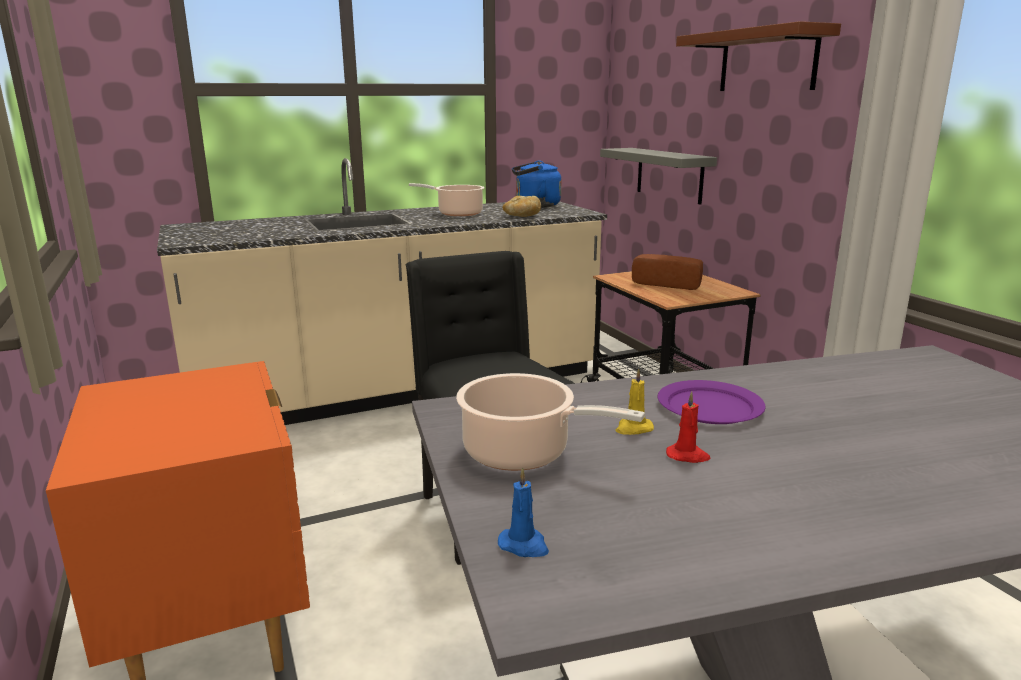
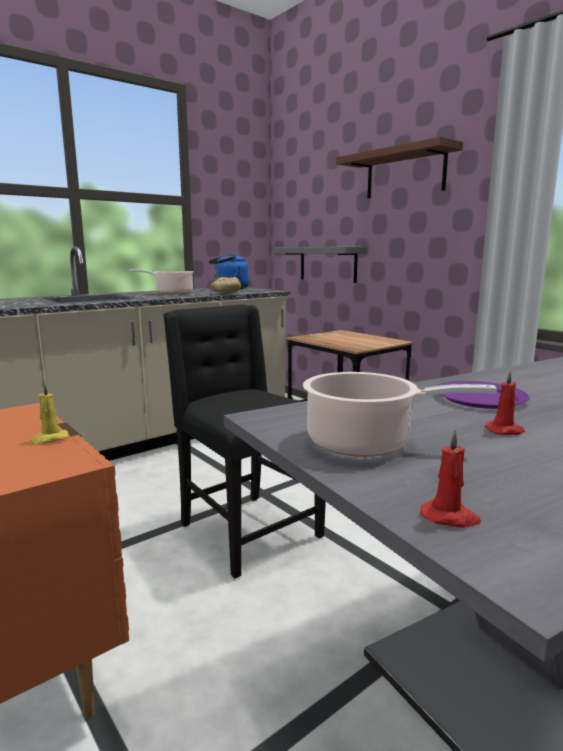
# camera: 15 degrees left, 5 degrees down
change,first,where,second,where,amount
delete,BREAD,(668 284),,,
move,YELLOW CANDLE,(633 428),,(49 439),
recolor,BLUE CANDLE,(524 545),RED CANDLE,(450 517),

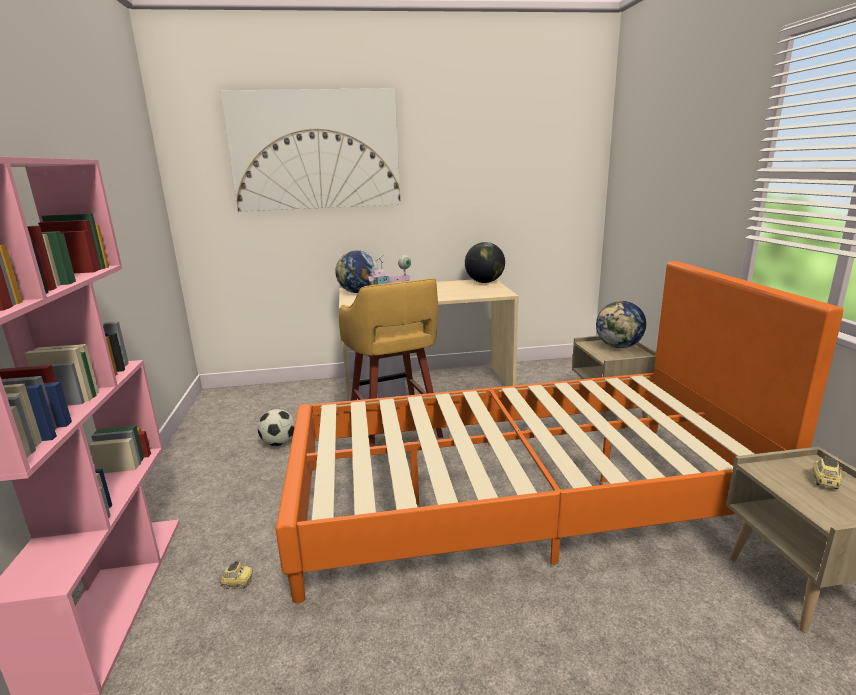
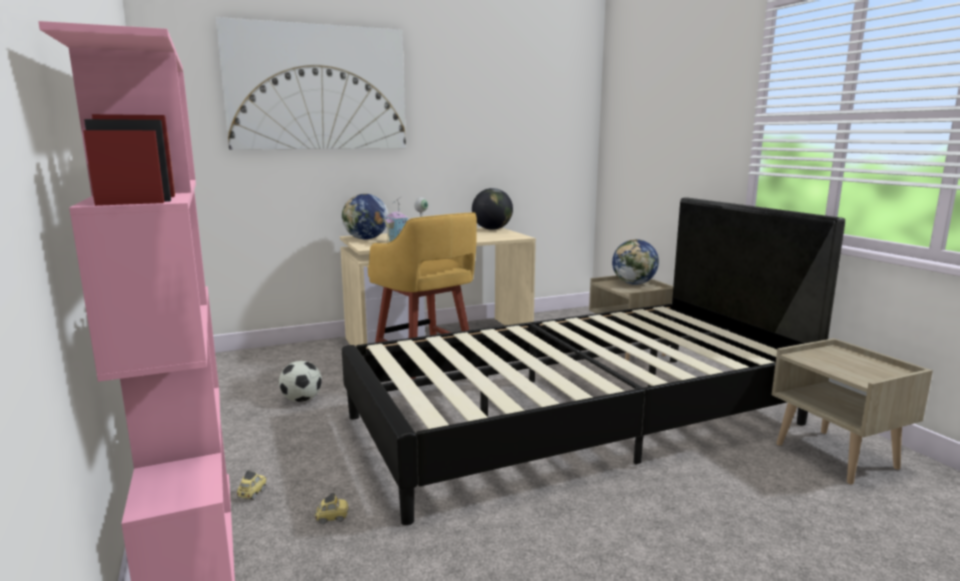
# camera: 15 degrees left, 5 degrees down
change,first,where,second,where,amount
recolor,ORANGE BED,(517 497),BLACK BED,(577 420),
move,TOY CAR,(825 482),,(252 493),

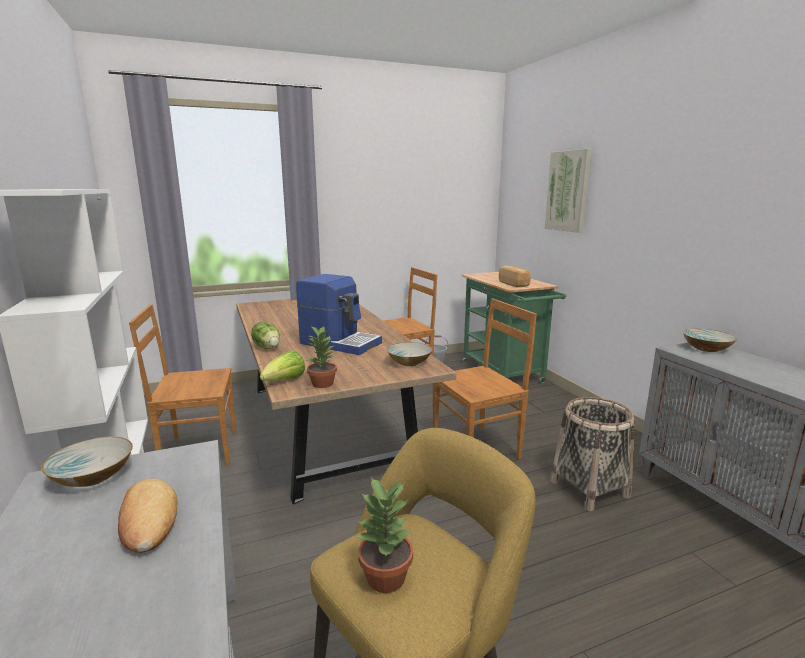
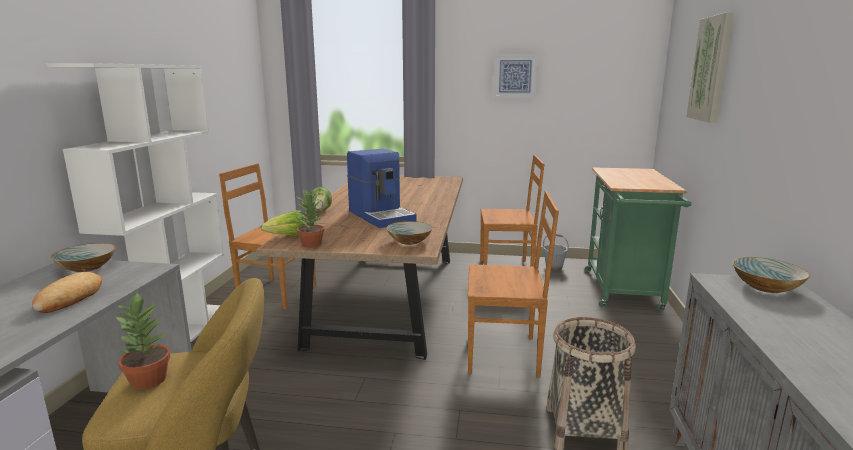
# camera: 30 degrees right, 0 degrees up
change,first,where,second,where,amount
delete,BREAD,(514 284),,,
insert,,,PICTURE,(515 76),

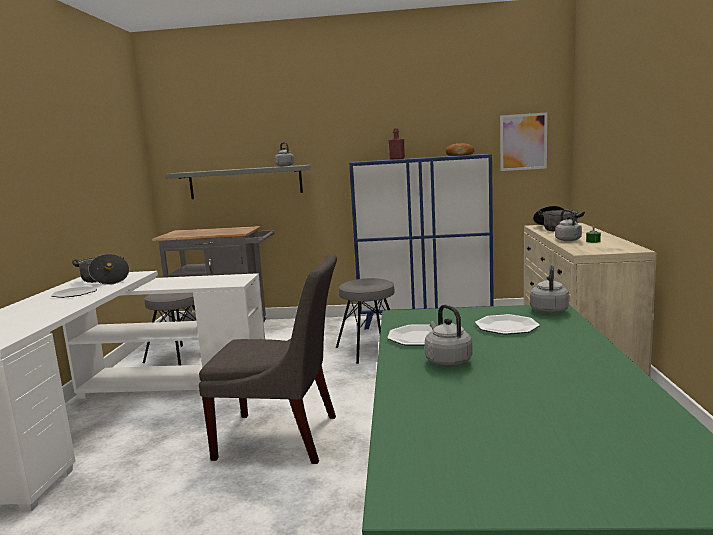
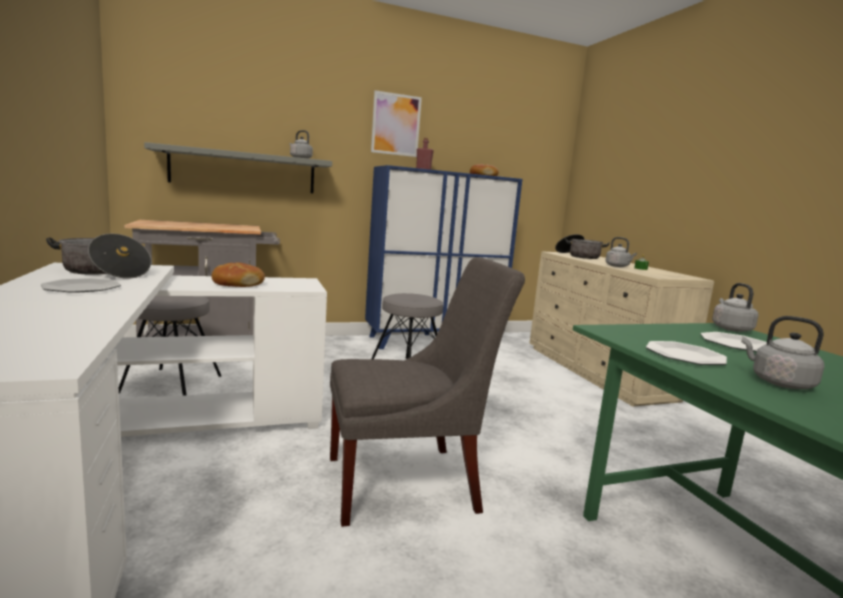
# camera: 25 degrees left, 0 degrees up
change,first,where,second,where,amount
move,PICTURE,(523 142),,(396 124),
insert,,,BREAD,(237 284),

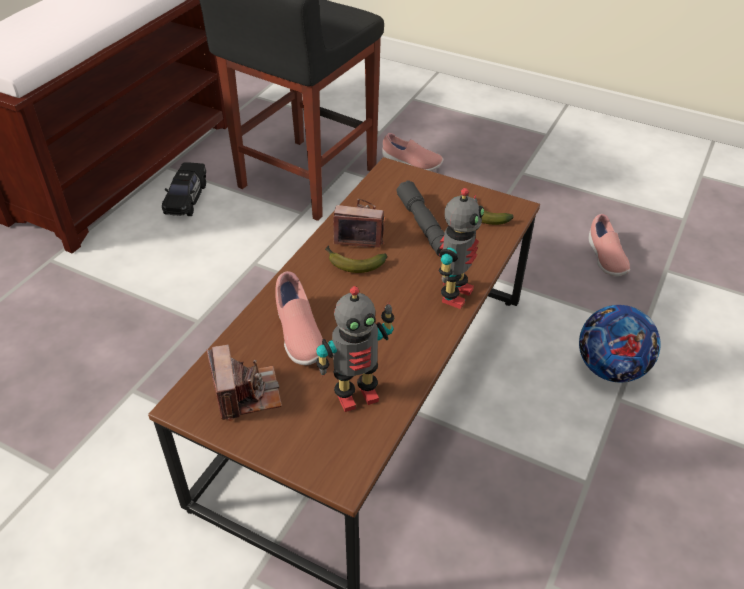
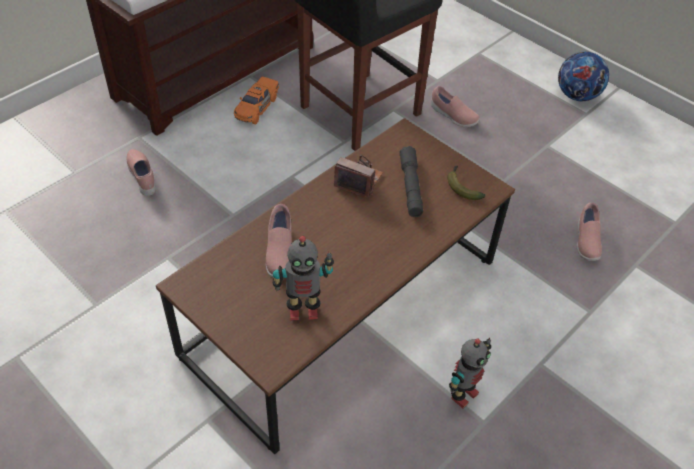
# camera: 15 degrees right, 5 degrees up
change,first,where,second,where,amount
recolor,BLACK TOY CAR,(186 198),ORANGE TOY CAR,(257 107),
move,TOY ROBOT,(454 294),,(462 394),
delete,BANANA,(352 263),,,
move,FOOTBALL,(610 368),,(577 96),
delete,PHOTO CAMERA,(246 393),,,
insert,,,PINK SHOE,(143 177),

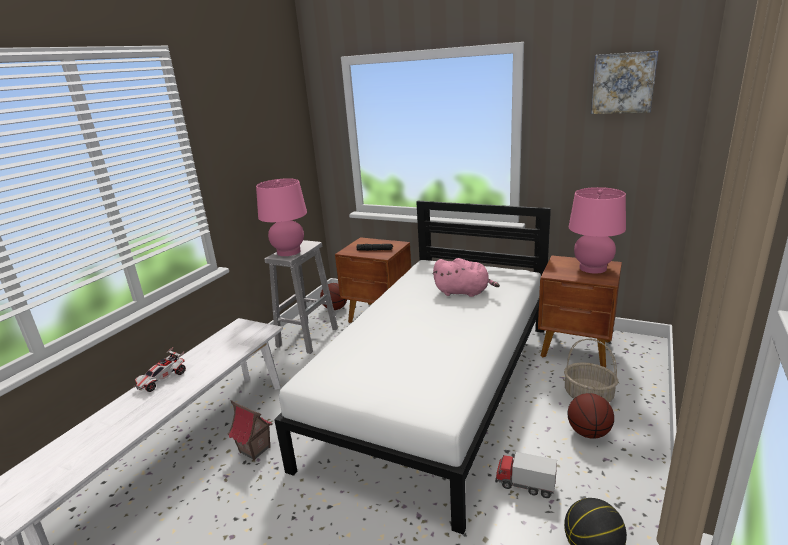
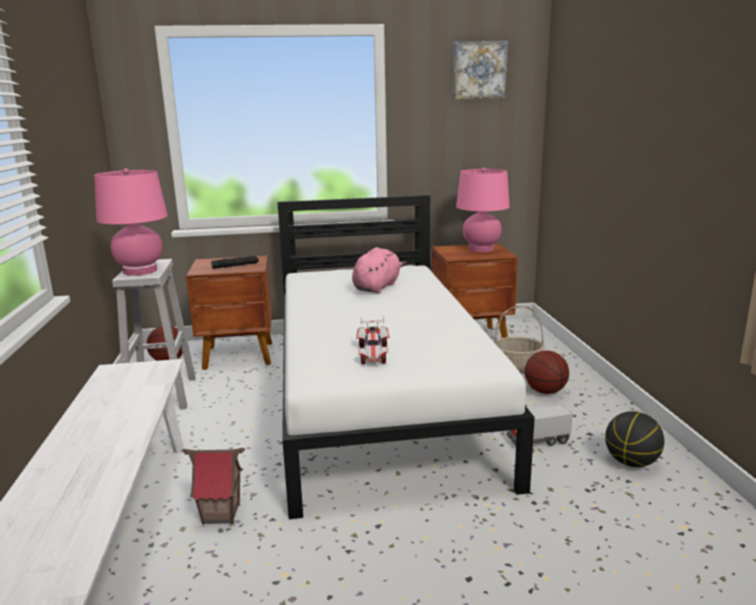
# camera: 35 degrees left, 5 degrees down
change,first,where,second,where,amount
rotate,PINK PLUSH TOY,(464 292),,(377 287),45 degrees counterclockwise
move,TOY CAR,(162 379),,(373 354),

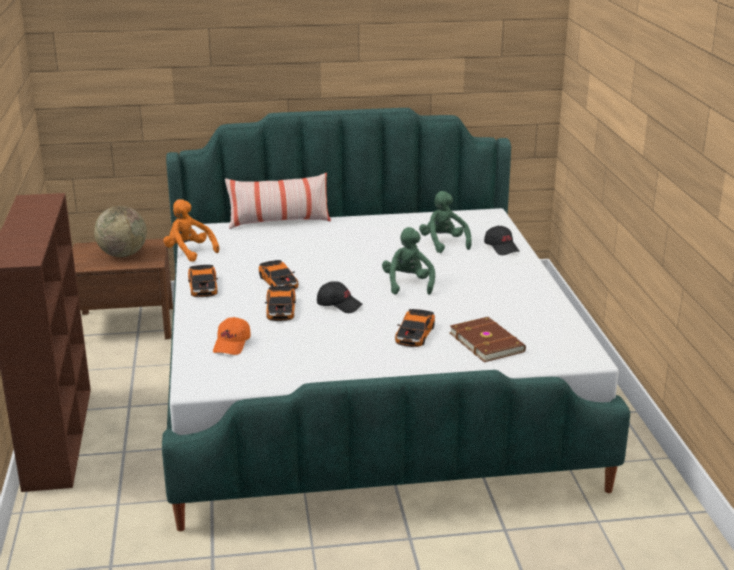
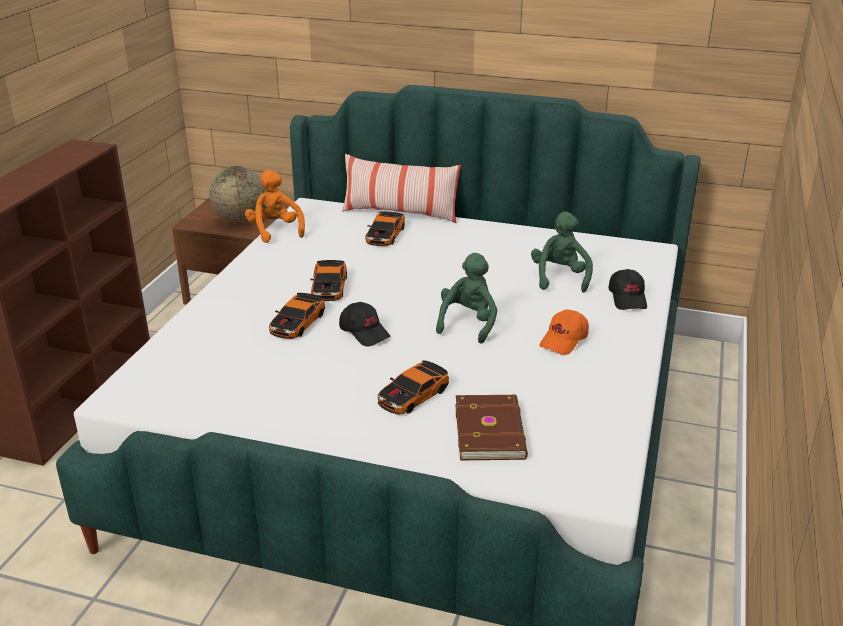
# camera: 25 degrees right, 5 degrees up
change,first,where,second,where,amount
move,TOY CAR,(204 287),,(385 235),
move,ORANGE CAP,(232 344),,(564 341),

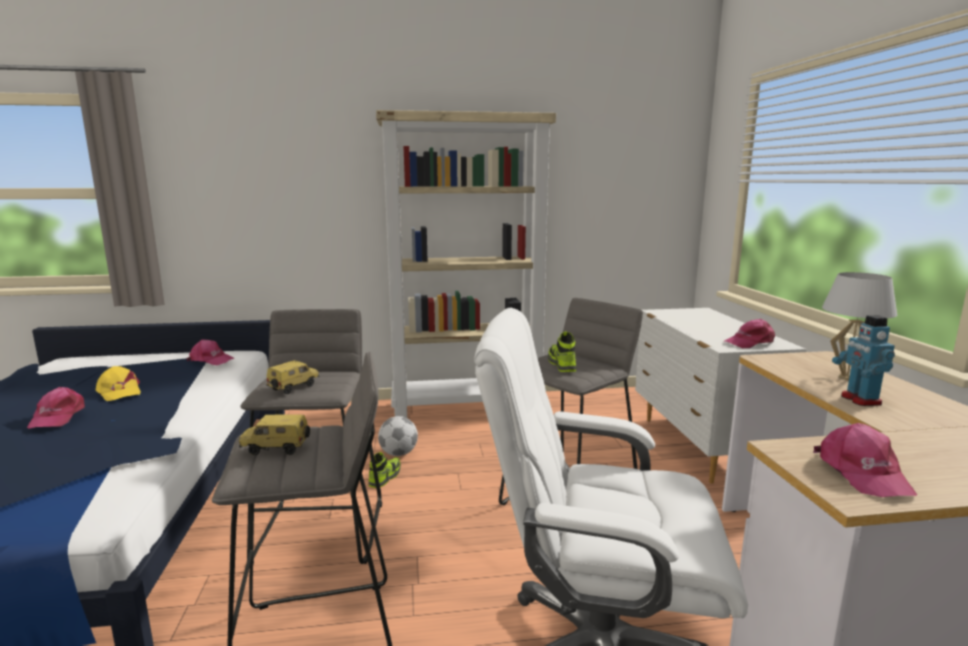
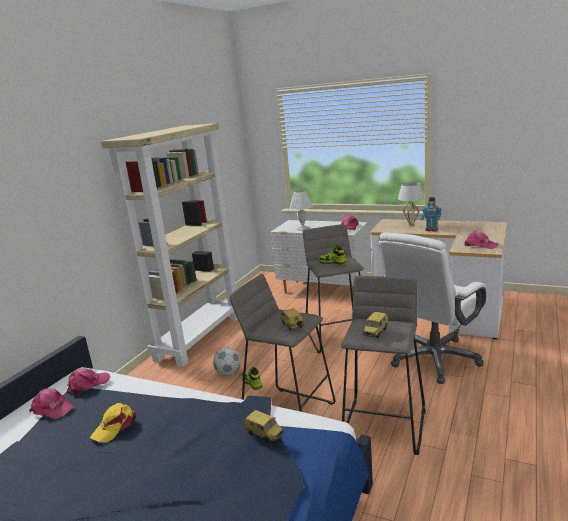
# camera: 55 degrees left, 5 degrees up
change,first,where,second,where,amount
rotate,YELLOW CAP,(119 392),,(115 426),135 degrees clockwise
move,PINK CAP,(58 417),,(52 409),
insert,,,WHITE TABLE LAMP,(303 229),
insert,,,TOY CAR,(265 434),

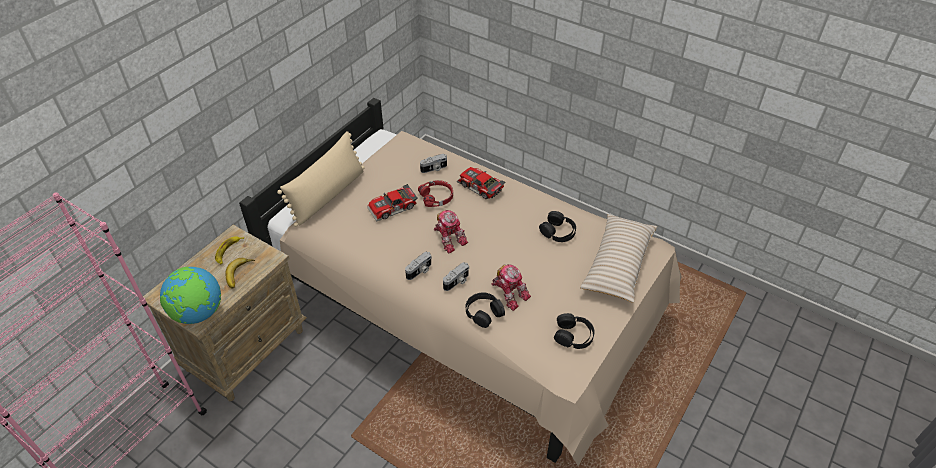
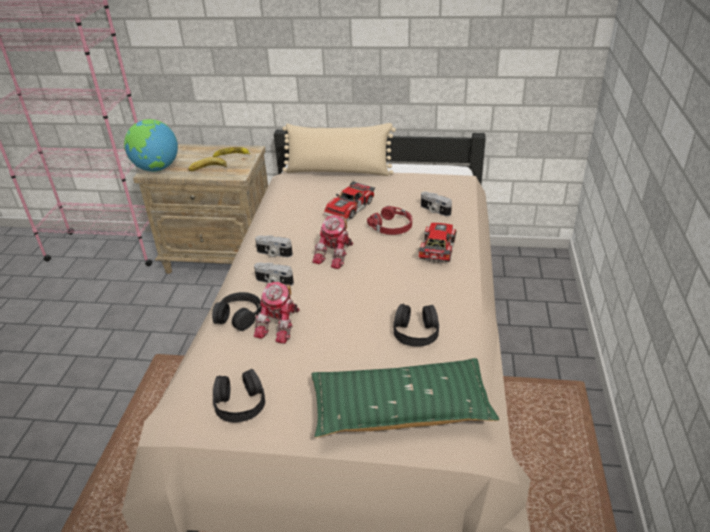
# camera: 65 degrees right, 10 degrees down
change,first,where,second,where,amount
rotate,TOY CAR,(393 208),,(351 208),90 degrees counterclockwise
recolor,BEIGE PILLOW,(618 264),GREEN PILLOW,(400 409),

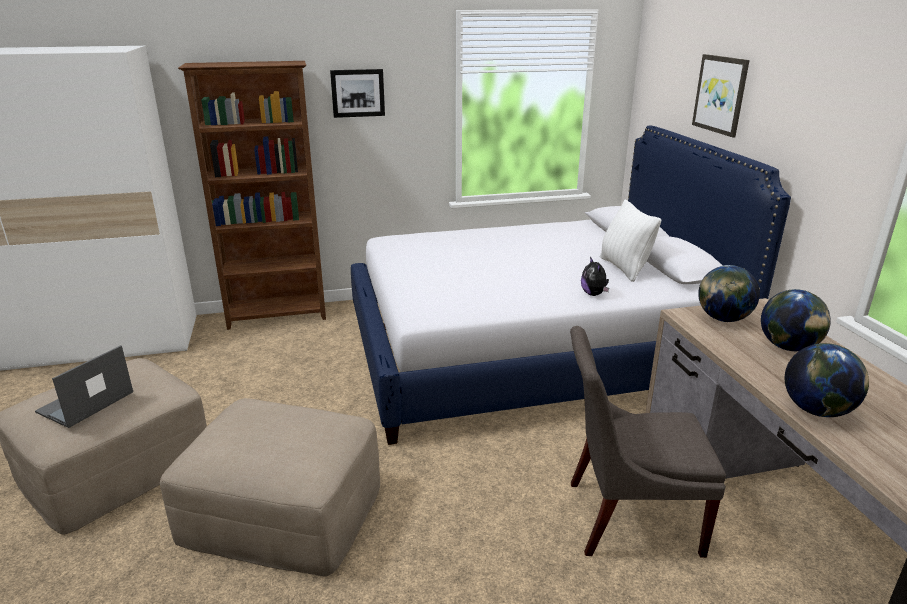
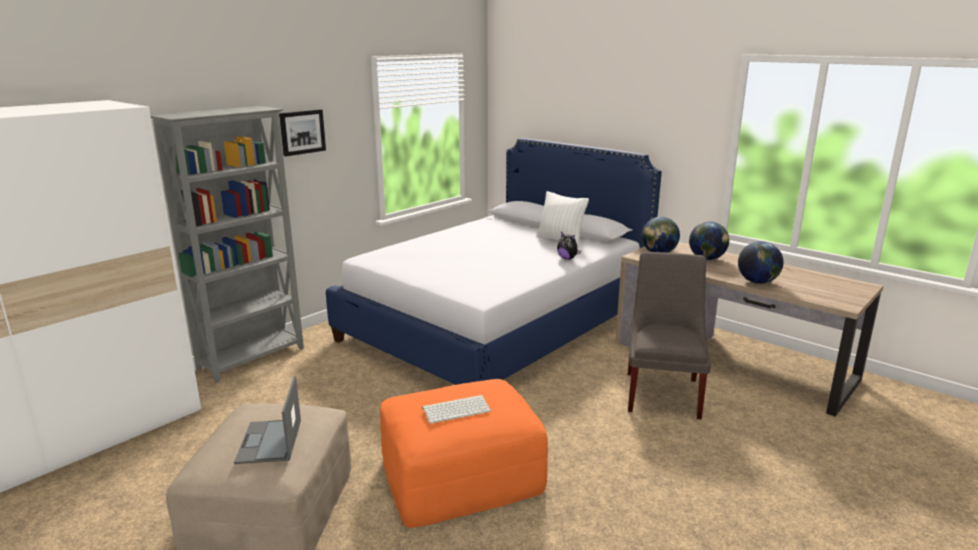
# camera: 35 degrees left, 5 degrees down
change,first,where,second,where,amount
delete,PICTURE,(720 94),,,
recolor,BROWN BOOKCASE,(278 316),GREY BOOKCASE,(253 358),
rotate,GREY CHAIR,(626 517),,(663 392),135 degrees clockwise
recolor,BEIGE OTTOMAN,(283 511),ORANGE OTTOMAN,(461 475),
insert,,,KEYBOARD,(457 409),

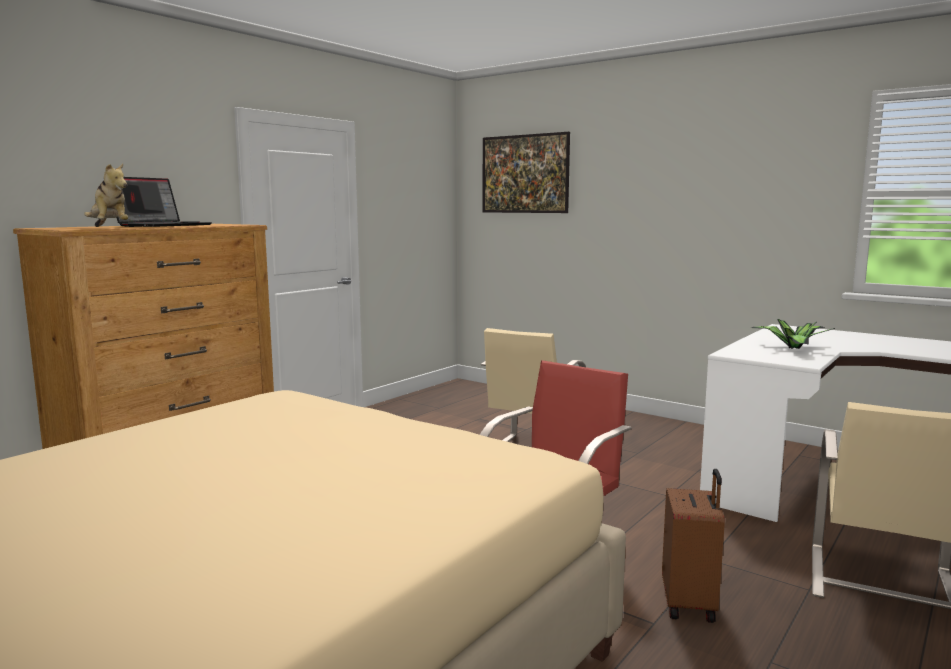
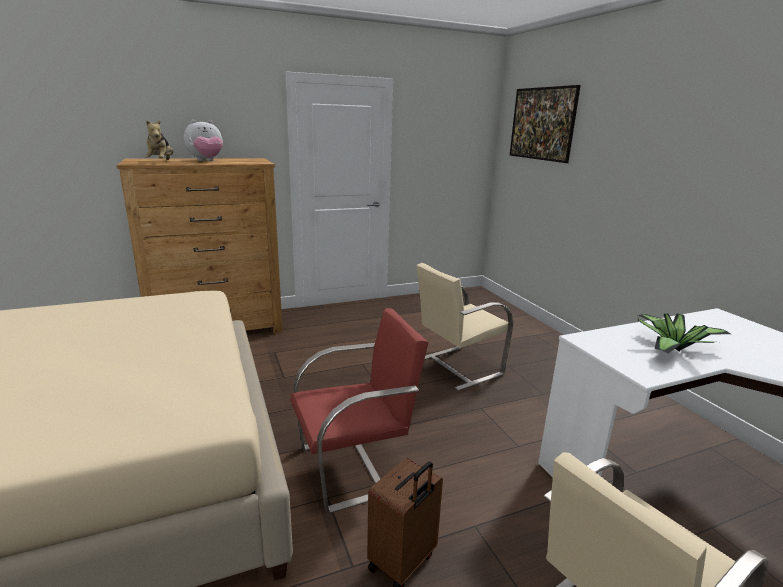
# camera: 30 degrees right, 10 degrees up
change,first,where,second,where,amount
replace,LAPTOP,(163 226),PLUSH TOY,(206 161),

